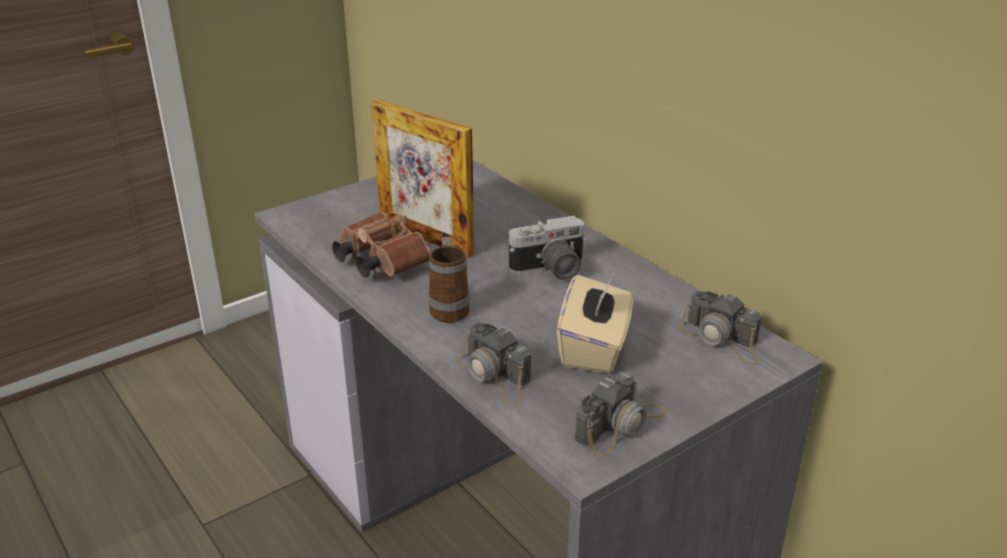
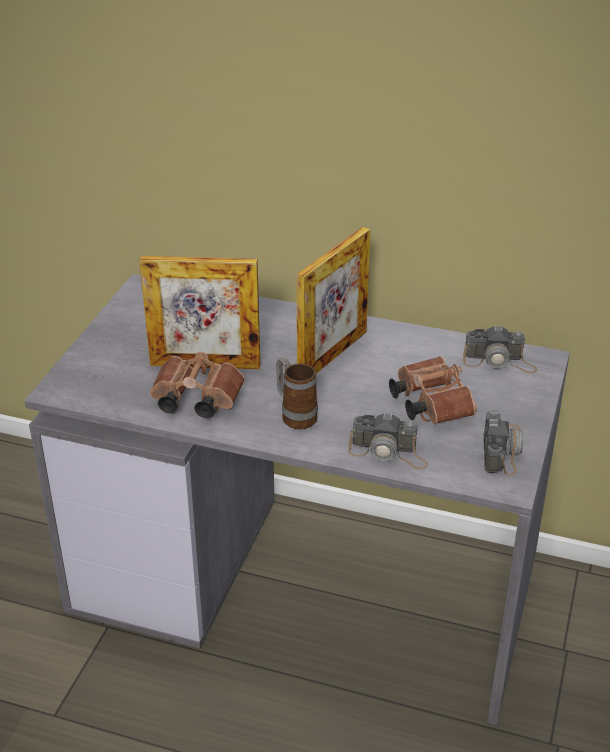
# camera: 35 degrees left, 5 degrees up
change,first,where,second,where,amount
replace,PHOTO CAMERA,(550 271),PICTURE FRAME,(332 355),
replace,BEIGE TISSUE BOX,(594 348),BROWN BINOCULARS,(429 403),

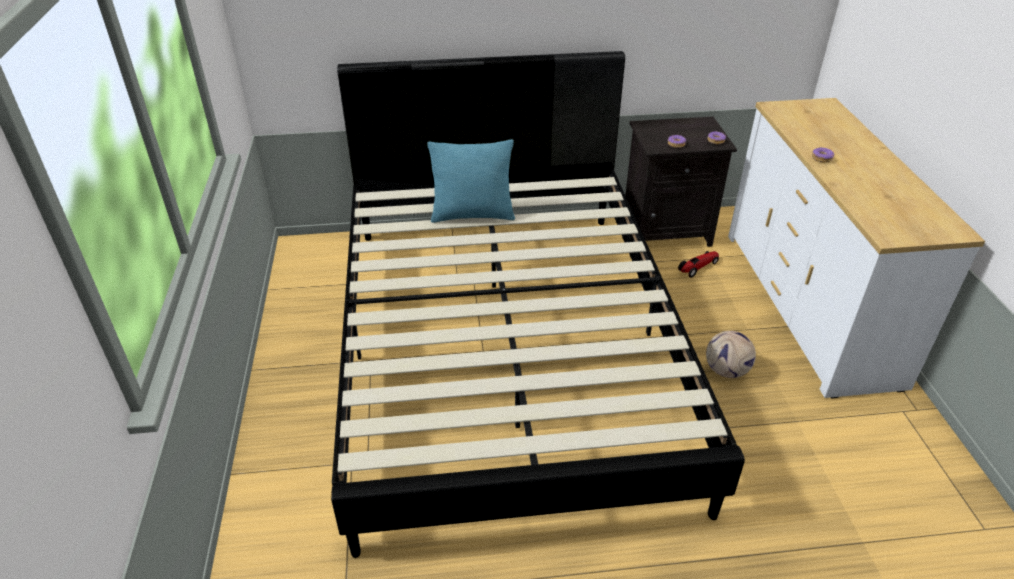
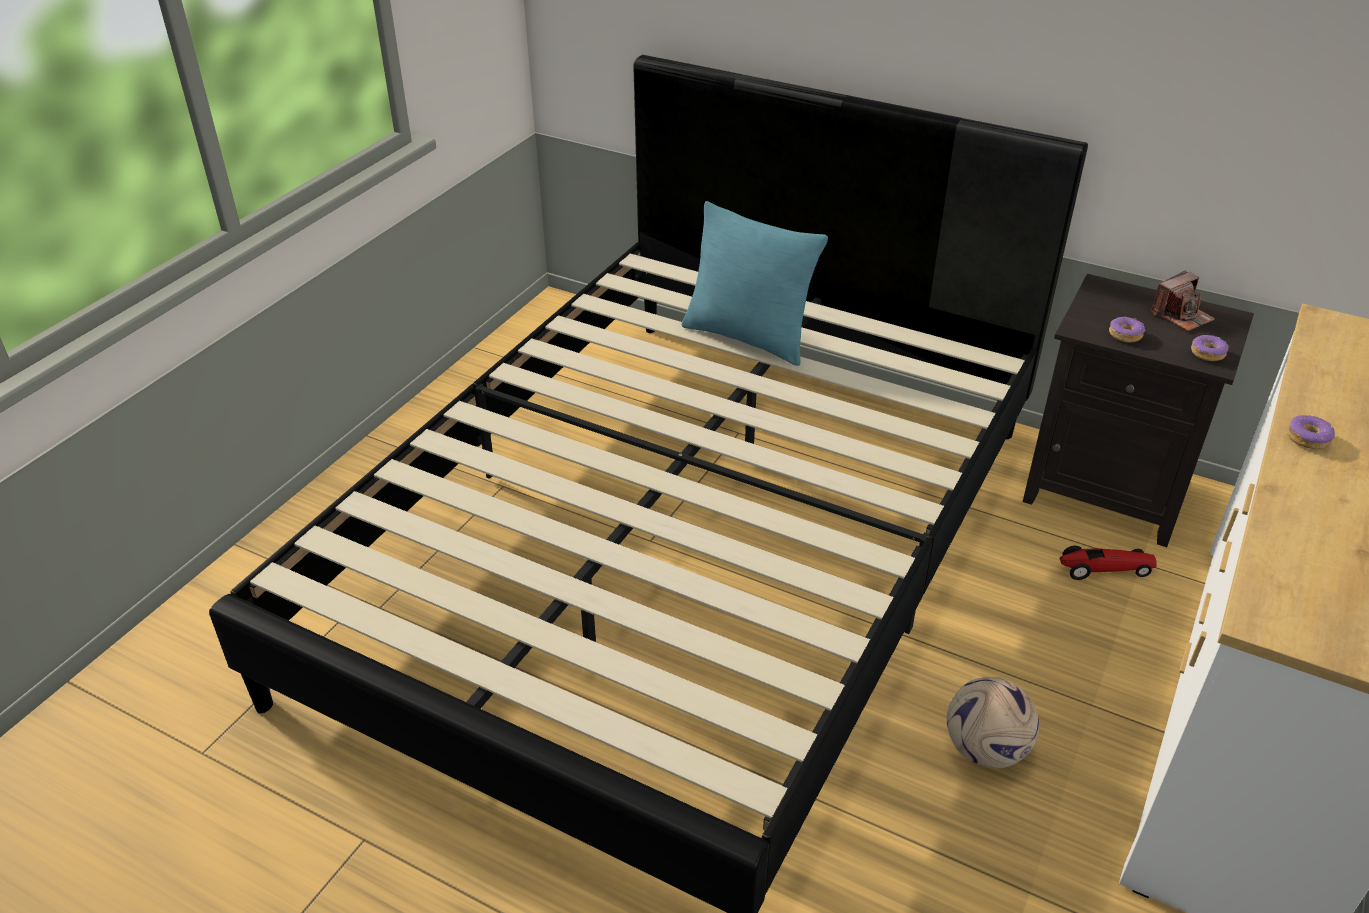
# camera: 35 degrees right, 0 degrees up
change,first,where,second,where,amount
insert,,,PHOTO CAMERA,(1181 316),

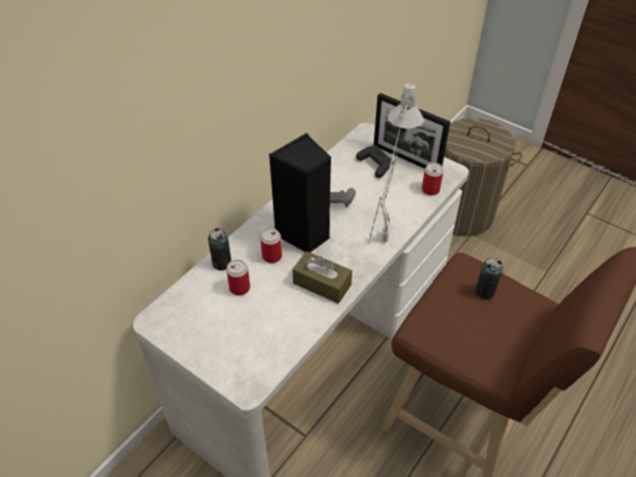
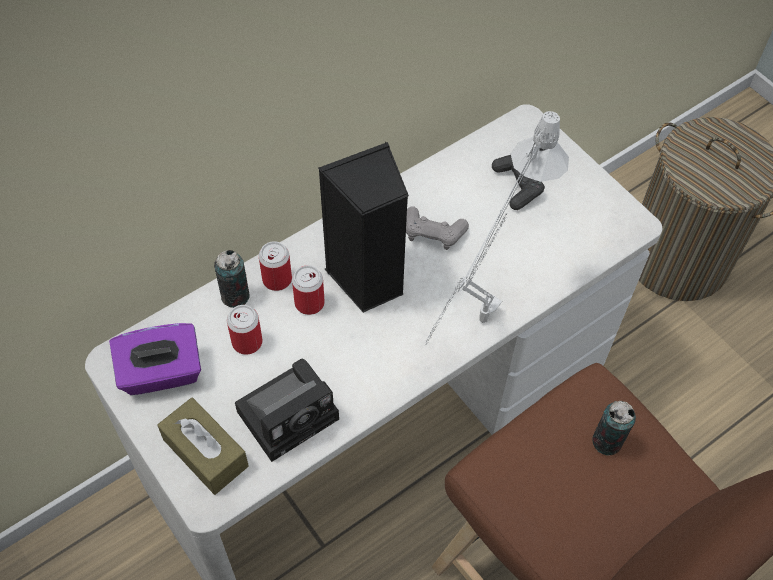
# camera: 15 degrees right, 10 degrees up
change,first,where,second,where,amount
delete,PICTURE FRAME,(406 158),,,
move,CAN,(430 190),,(277 279),
move,BROWN TISSUE BOX,(322 284),,(205 453),
insert,,,PURPLE TISSUE BOX,(161 373),
insert,,,PHOTO CAMERA,(291 412),

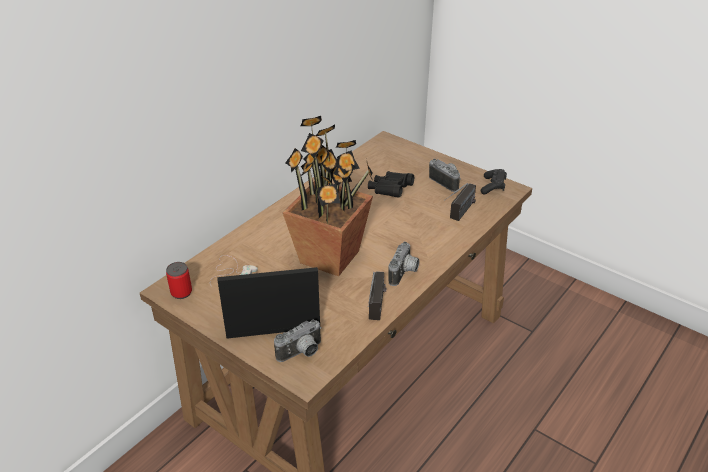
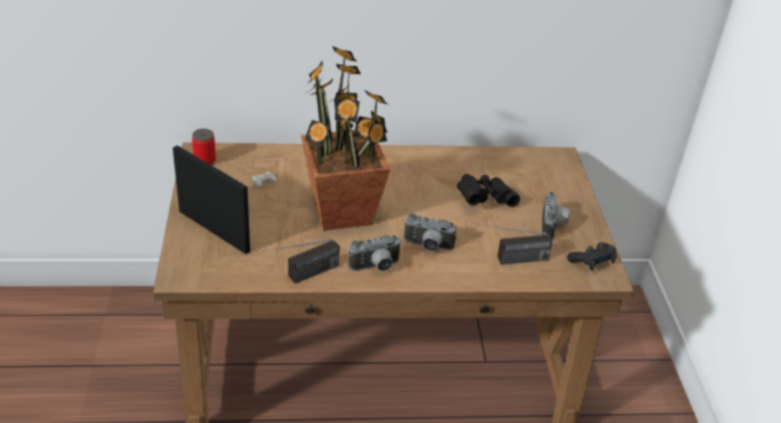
# camera: 45 degrees right, 0 degrees up
change,first,where,second,where,amount
move,PHOTO CAMERA,(302 353),,(427 247),

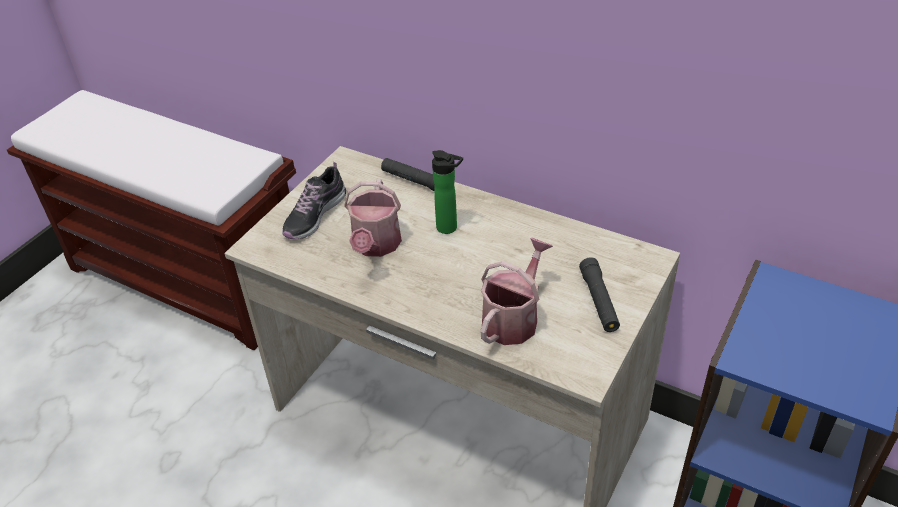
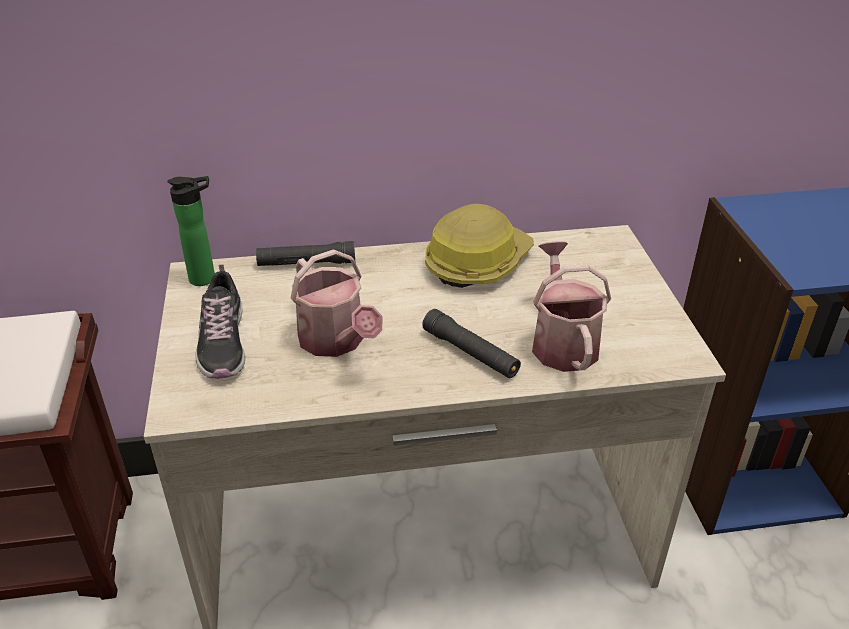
# camera: 40 degrees left, 5 degrees down
change,first,where,second,where,amount
move,BOTTLE,(449 228),,(206 278),
move,BLACK FLASHLIGHT,(599 301),,(470 353),
insert,,,HARD HAT,(477 263),

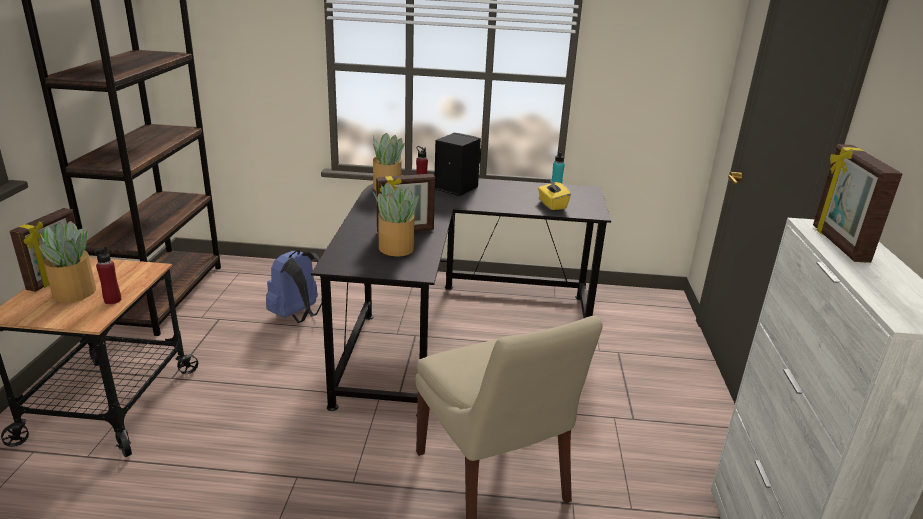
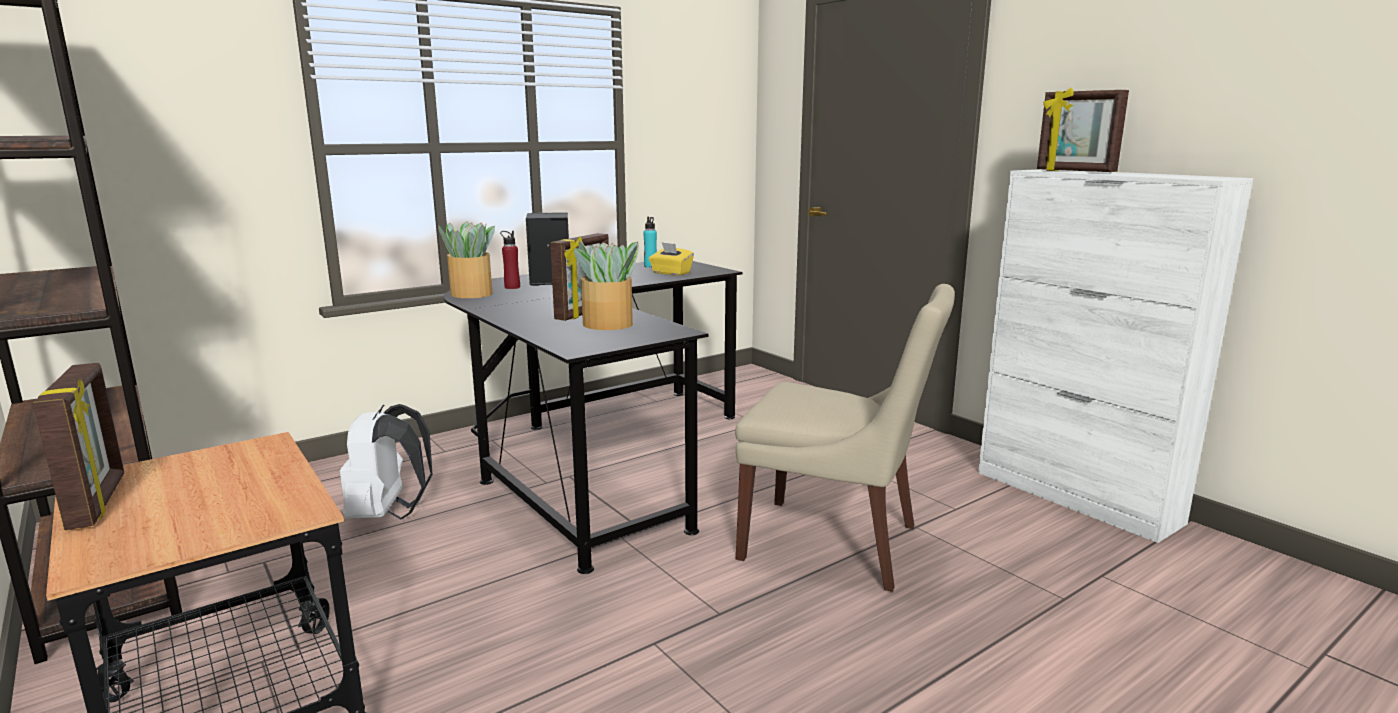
# camera: 40 degrees left, 10 degrees down
change,first,where,second,where,amount
delete,POTTED PLANT,(73 293),,,
delete,RED BOTTLE,(112 300),,,
recolor,BLUE BACKPACK,(298 315),WHITE BACKPACK,(388 514),

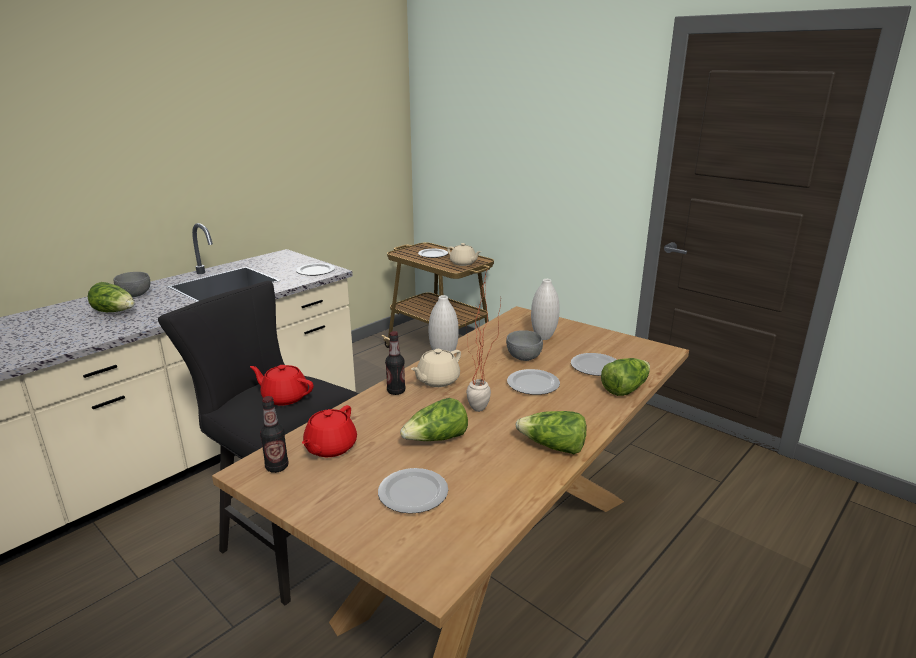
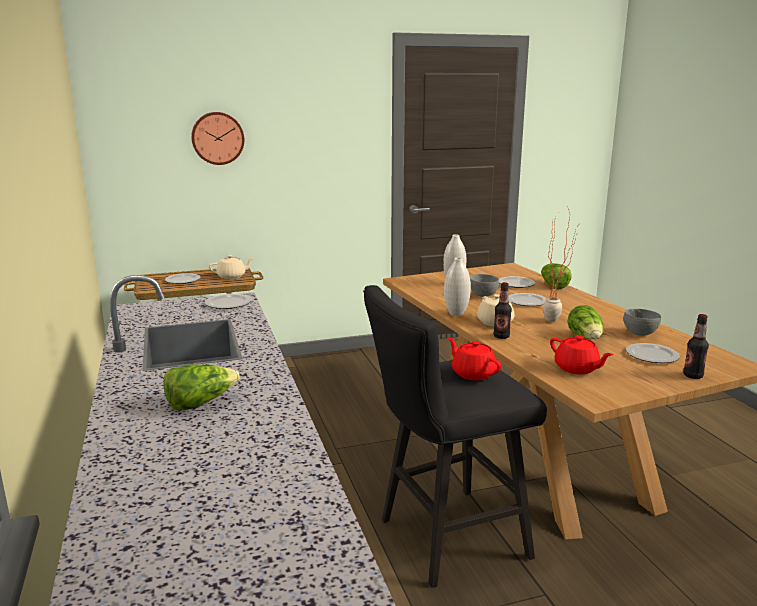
# camera: 60 degrees left, 5 degrees down
change,first,where,second,where,amount
move,GREY BOWL,(135 295),,(639 334),
rotate,RED TEAPOT,(284 397),,(473 373),90 degrees clockwise
move,BOTTLE,(277 467),,(692 376),
delete,LETTUCE,(553 447),,,
insert,,,WALL CLOCK,(217 138),

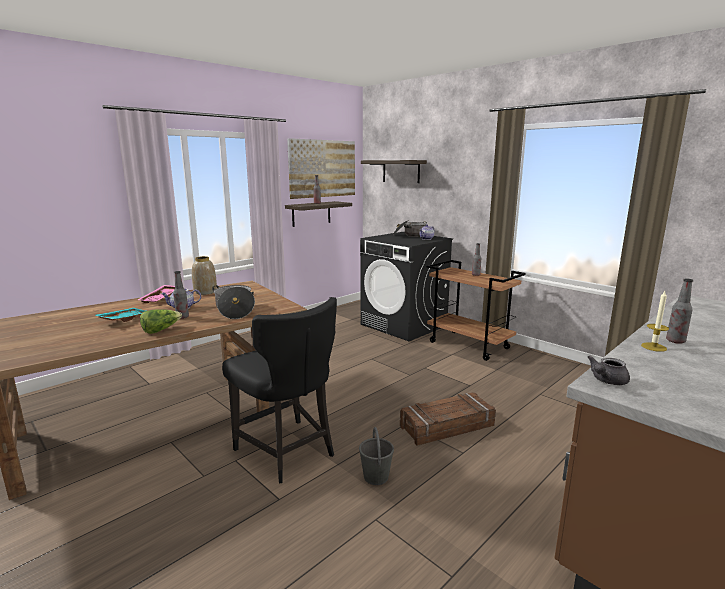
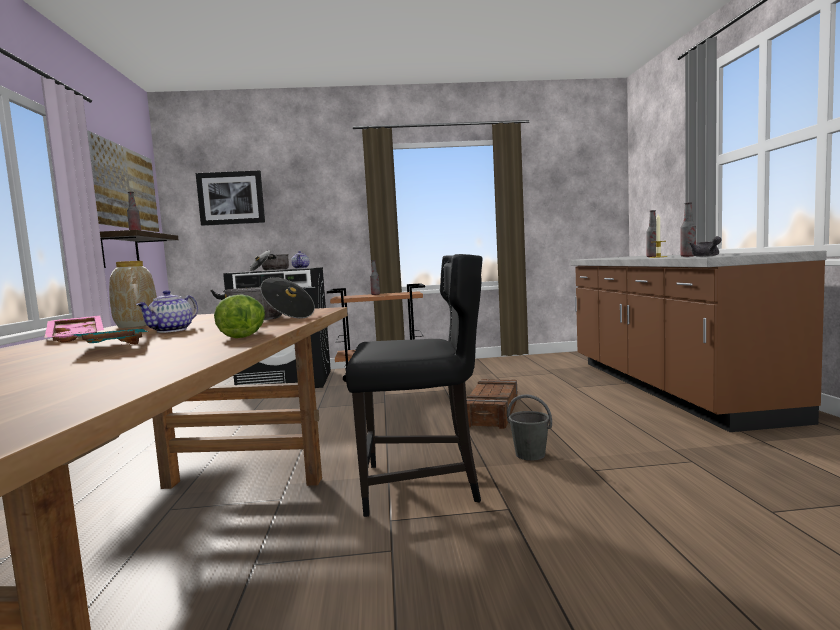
# camera: 50 degrees left, 10 degrees down
change,first,where,second,where,amount
replace,SHELF,(401 171),PICTURE,(231 198),
move,BOTTLE,(182 317),,(688 256),

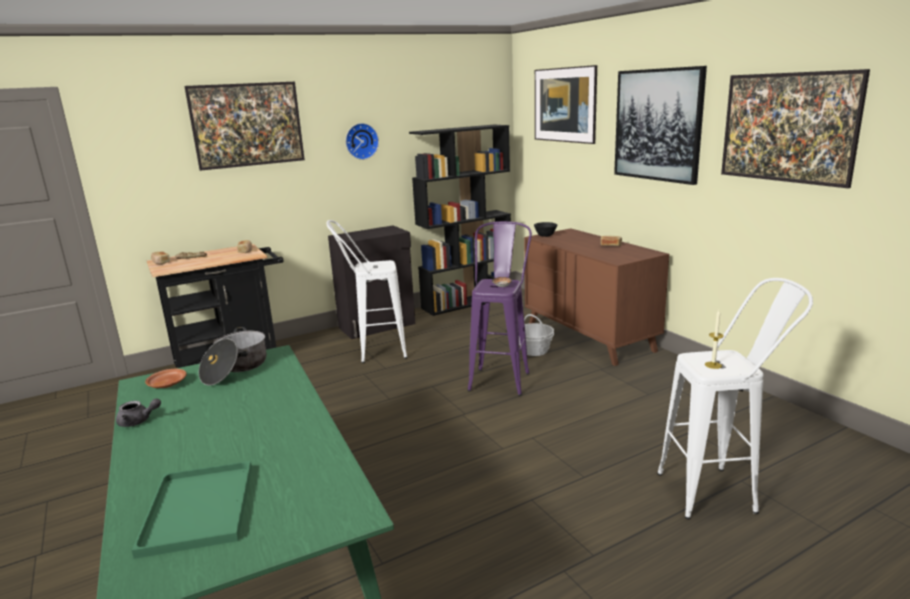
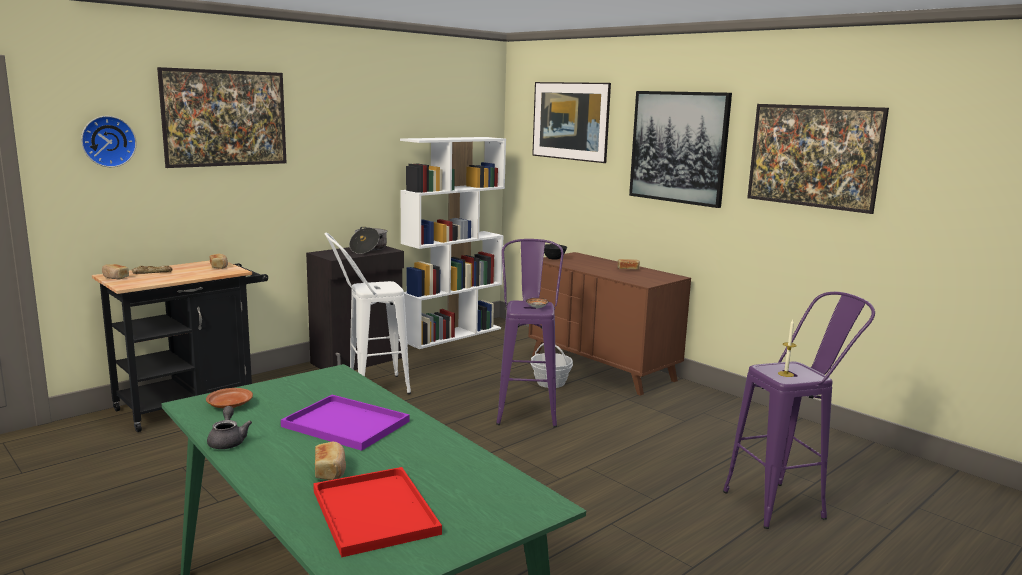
# camera: 15 degrees left, 5 degrees down
change,first,where,second,where,amount
move,WALL CLOCK,(361 141),,(108 141),
recolor,BLACK BOOKCASE,(467 302),WHITE BOOKCASE,(452 334),
recolor,WHITE STOOL,(720 491),PURPLE STOOL,(786 503),
move,COOKING POT,(235 368),,(368 249),
rotate,GREY TEAPOT,(138 421),,(228 441),90 degrees counterclockwise
recolor,GREEN TRAY,(198 507),RED TRAY,(372 511),
insert,,,PURPLE TRAY,(348 424),
insert,,,BREAD,(330 470),

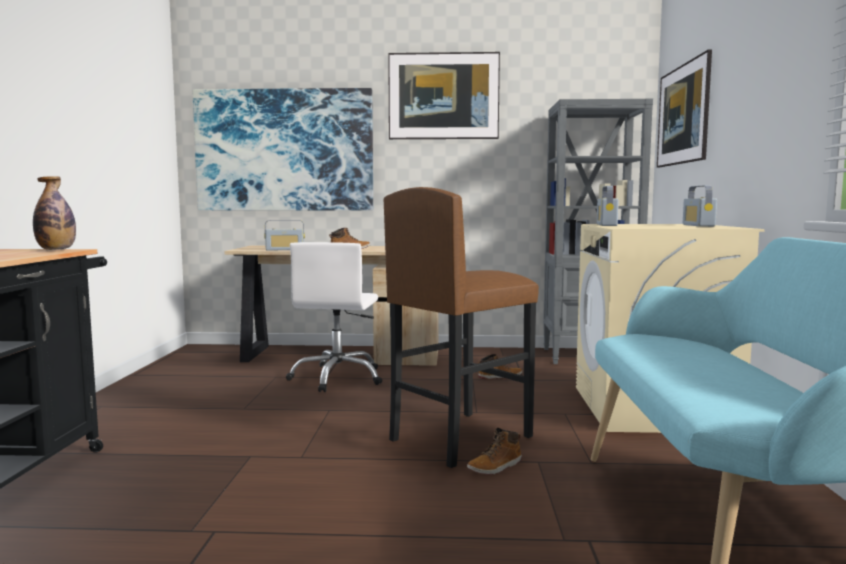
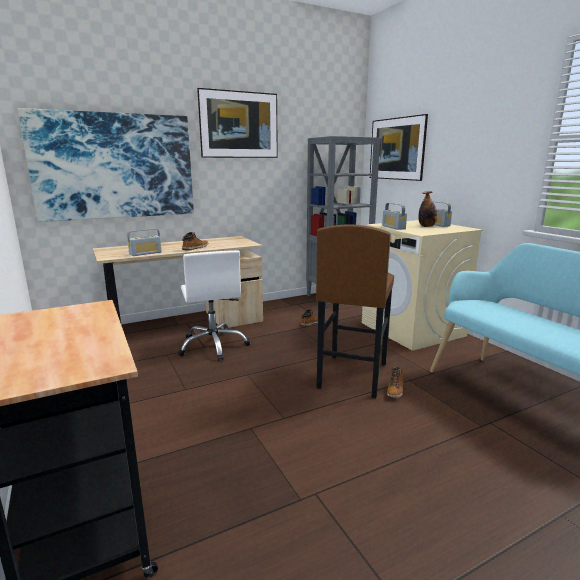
# camera: 30 degrees left, 10 degrees up
change,first,where,second,where,amount
move,BOTTLE,(56 249),,(426 226),

